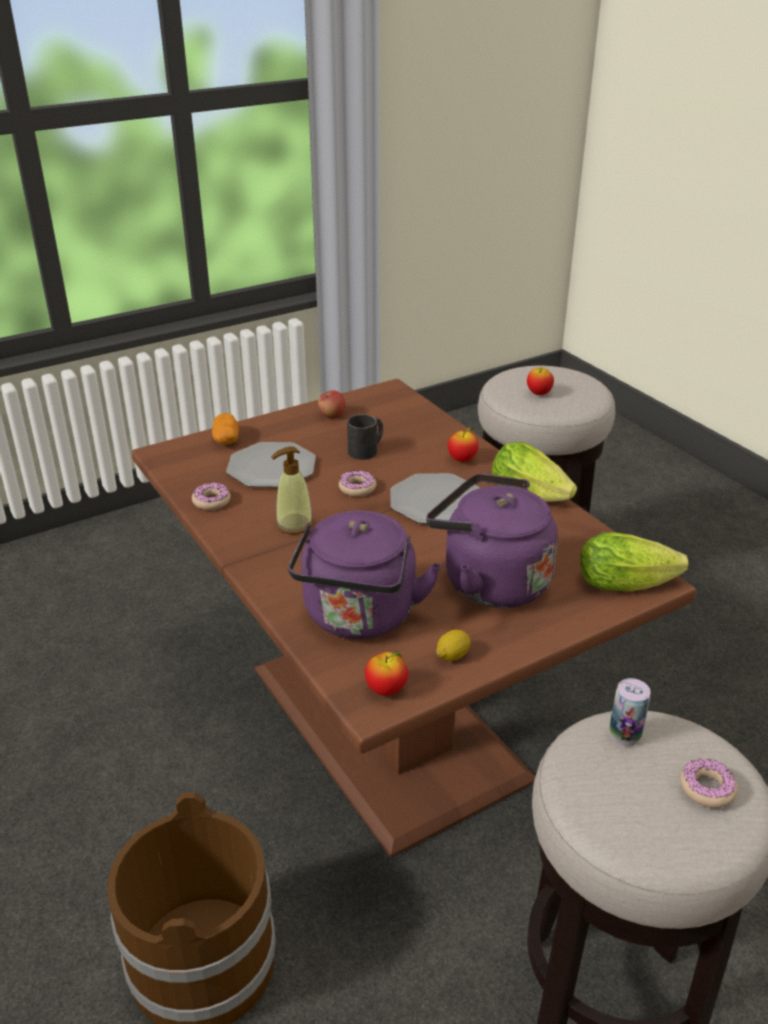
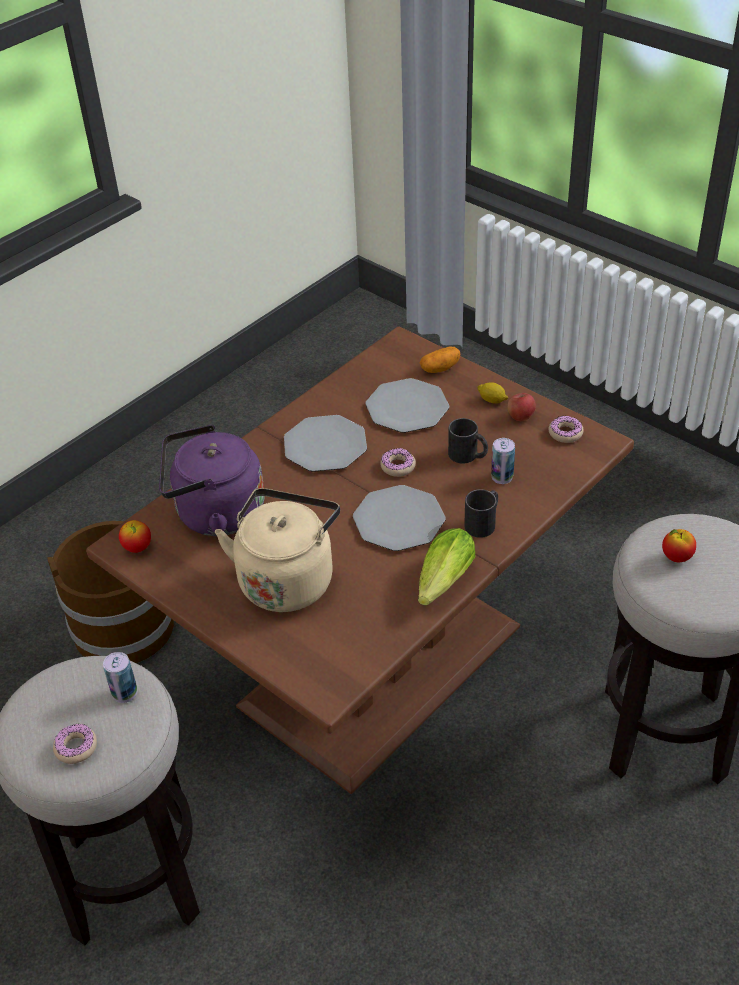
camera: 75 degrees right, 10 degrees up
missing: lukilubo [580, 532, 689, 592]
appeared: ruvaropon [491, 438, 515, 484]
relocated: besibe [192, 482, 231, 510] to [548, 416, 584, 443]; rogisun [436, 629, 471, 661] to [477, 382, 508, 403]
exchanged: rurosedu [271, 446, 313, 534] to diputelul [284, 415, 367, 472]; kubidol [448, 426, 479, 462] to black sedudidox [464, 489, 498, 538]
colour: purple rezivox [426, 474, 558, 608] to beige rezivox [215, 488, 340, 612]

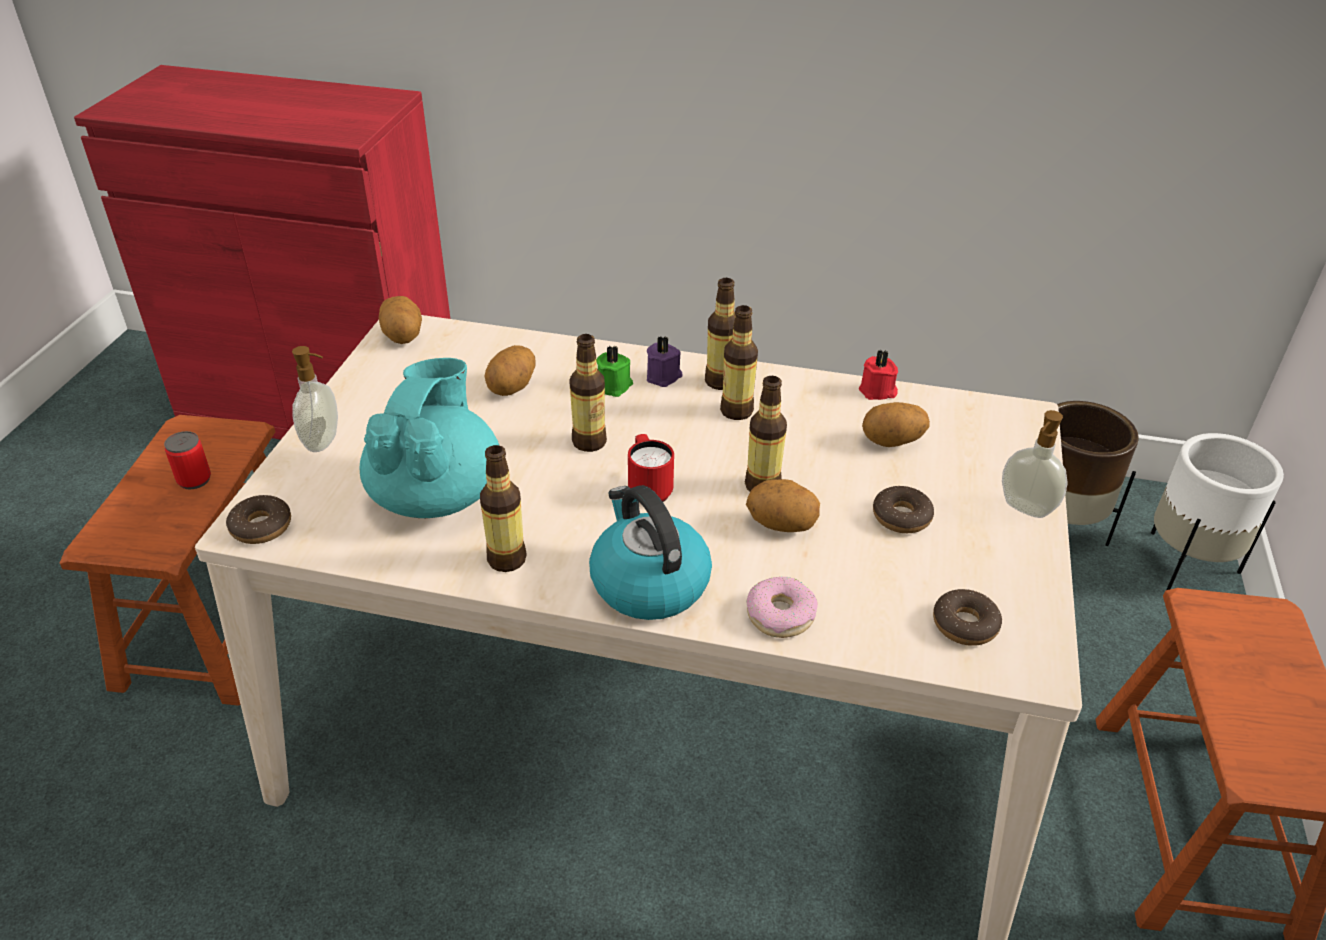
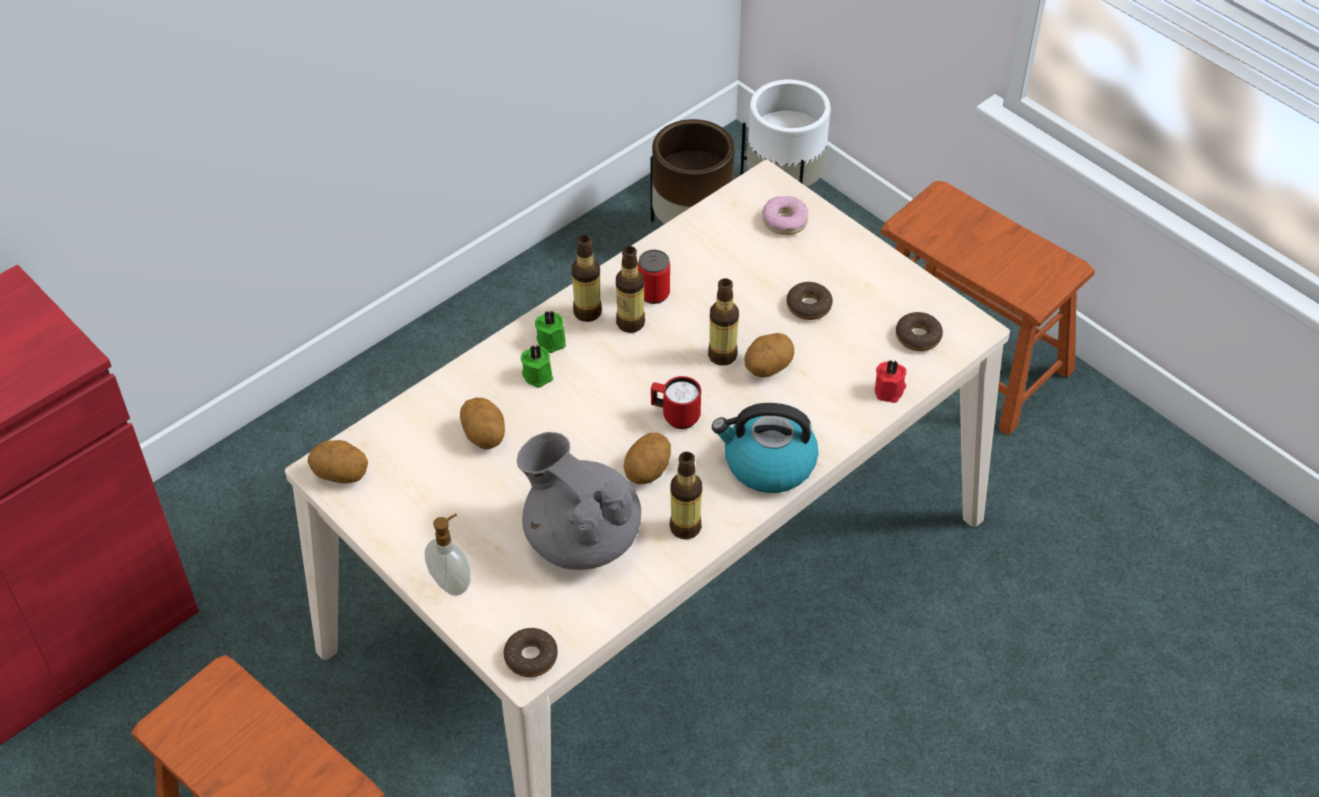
camera: 55 degrees left, 10 degrees up
missing: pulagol [569, 334, 607, 452]; rurosedu [1002, 410, 1068, 518]
relocated: ruvaropon [164, 431, 211, 489] to [638, 250, 670, 304]; besibe [746, 577, 818, 638] to [762, 196, 808, 235]; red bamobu [859, 350, 898, 400] to [875, 360, 906, 403]; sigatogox [862, 402, 930, 447] to [624, 433, 671, 484]
colour: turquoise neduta [360, 358, 499, 518] to grey neduta [517, 432, 641, 570]; purple bamobu [647, 336, 683, 387] to green bamobu [535, 311, 566, 353]

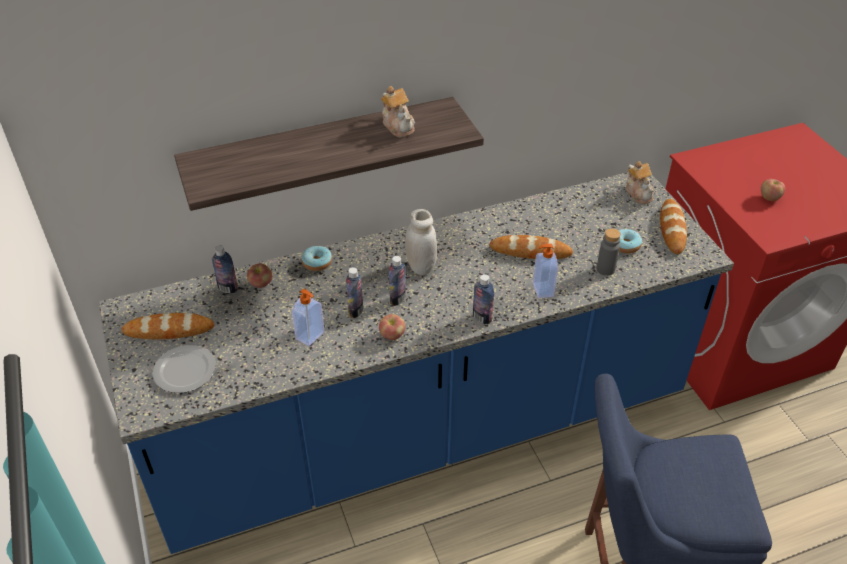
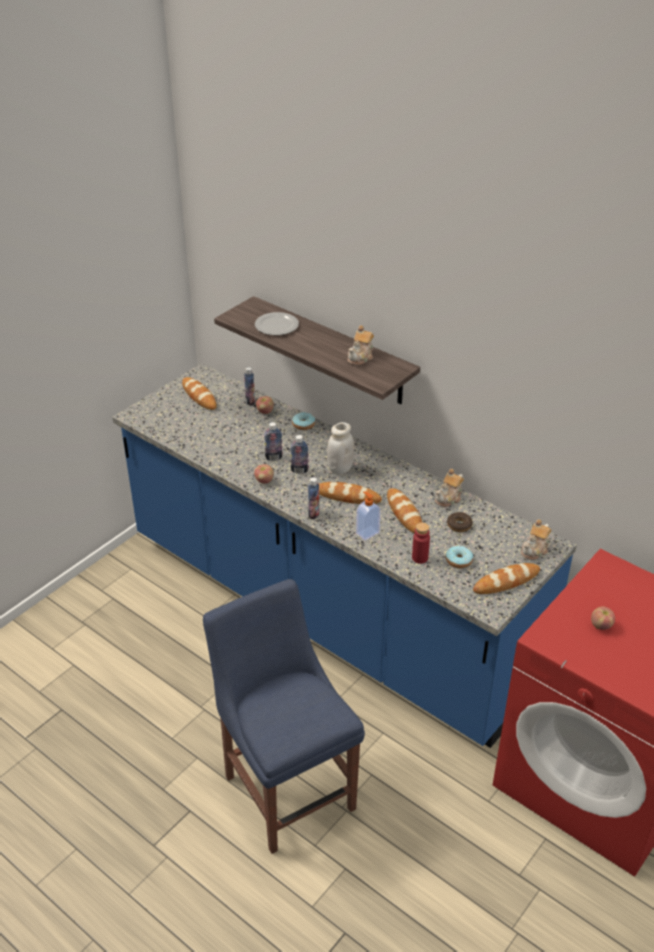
camera: 60 degrees right, 5 degrees down
missing: rurosedu [292, 289, 324, 346]
appeared: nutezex [319, 482, 382, 504]; neduta [435, 469, 464, 507]; besibe [447, 512, 473, 532]
relocated: diputelul [153, 345, 216, 393] to [255, 312, 299, 336]
colour: grey pulagol [596, 228, 621, 276] to red pulagol [412, 522, 430, 564]

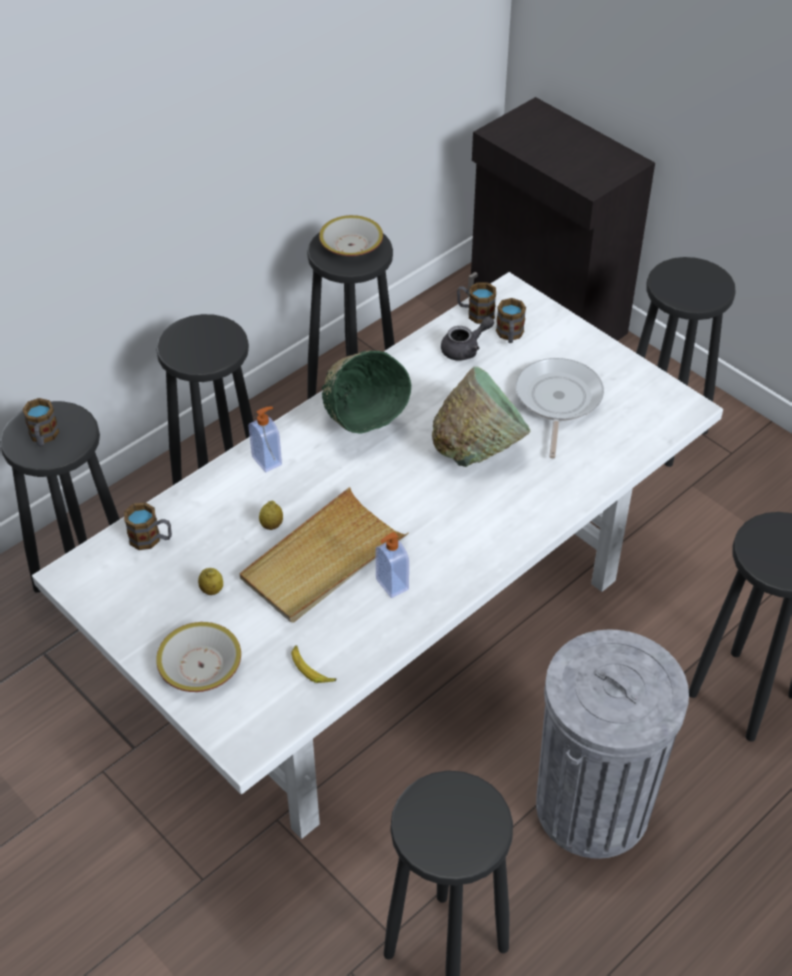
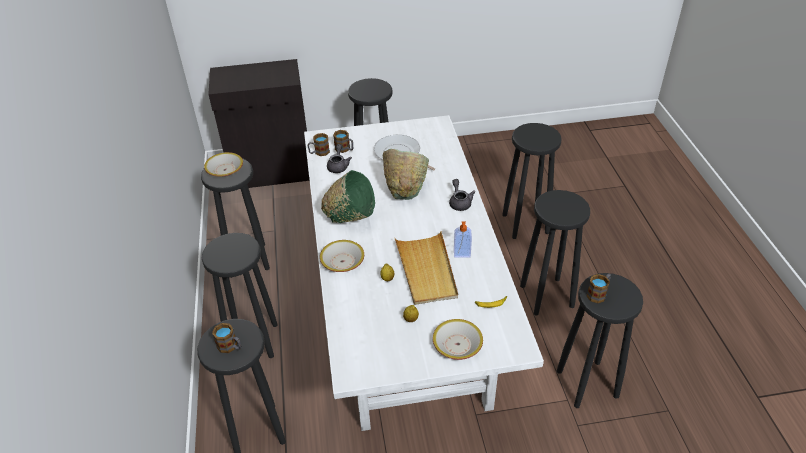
camera: 55 degrees left, 5 degrees down
appeared: grey neduta [449, 179, 476, 211]
relocated: sedudidox [124, 502, 172, 550] to [586, 274, 611, 303]
exchanged: rurosedu [249, 407, 282, 472] to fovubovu [320, 240, 364, 272]; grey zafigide [536, 629, 689, 859] to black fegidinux [520, 190, 590, 316]

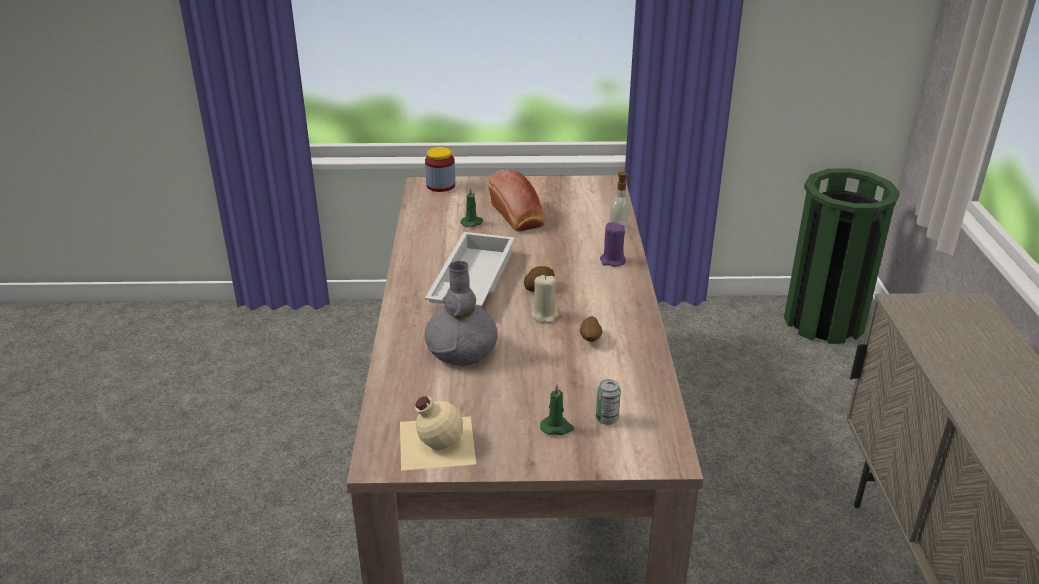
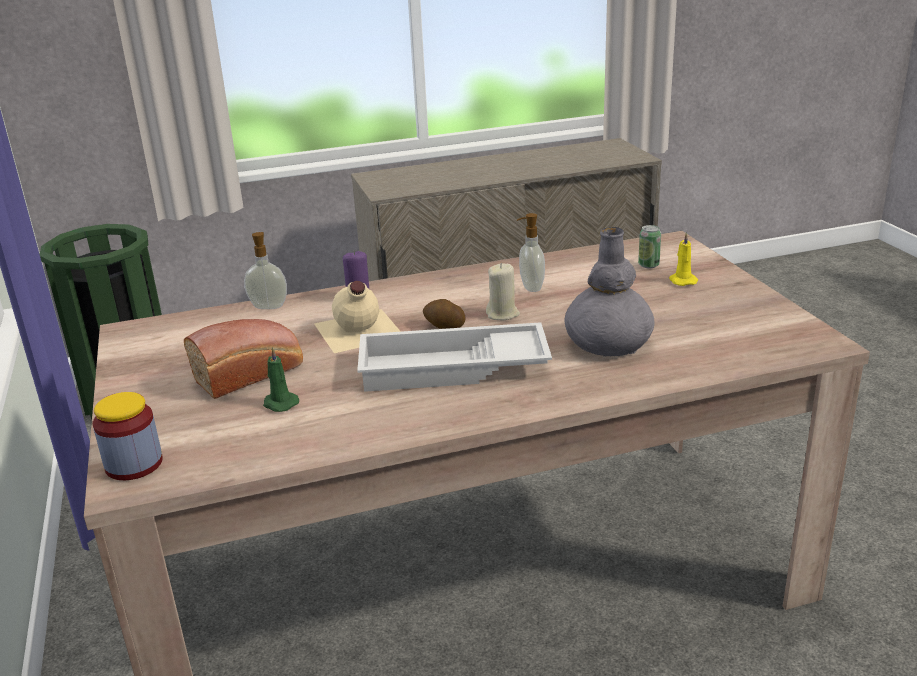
camera: 105 degrees left, 5 degrees down
relocated: beige pulagol [400, 396, 476, 471] to [314, 281, 401, 353]
exchanged: sigatogox [580, 316, 602, 342] to rurosedu [517, 213, 545, 292]
colour: green bamobu [540, 384, 574, 435] to yellow bamobu [669, 232, 698, 286]

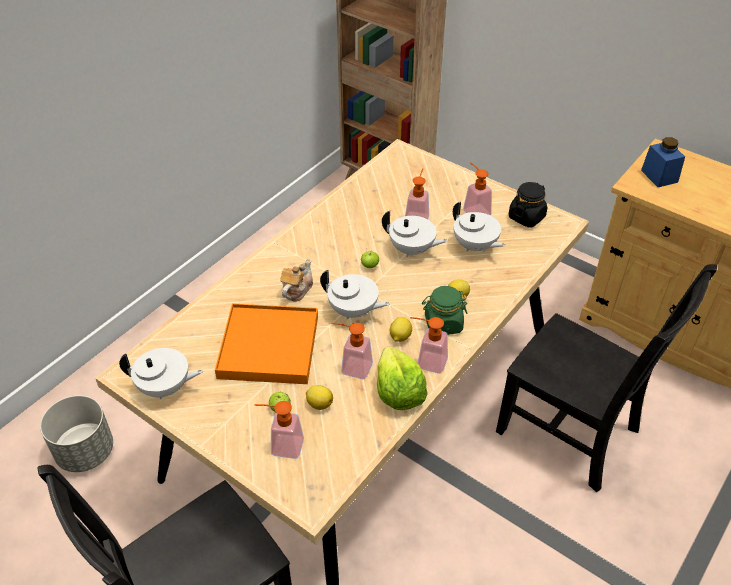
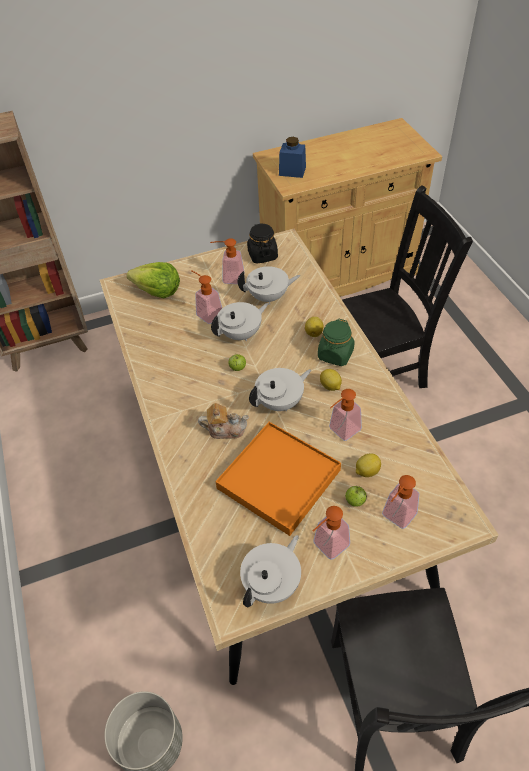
camera: 55 degrees left, 5 degrees up
relocated: lukilubo [377, 346, 428, 410] to [127, 262, 180, 298]; rurosedu [410, 317, 448, 374] to [313, 506, 350, 560]
spun: neduta [281, 259, 313, 302] = [198, 403, 249, 439] 120 degrees clockwise

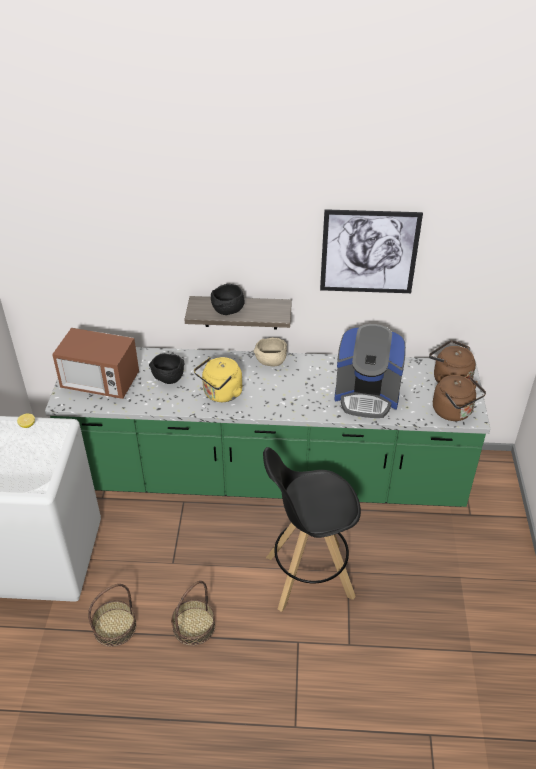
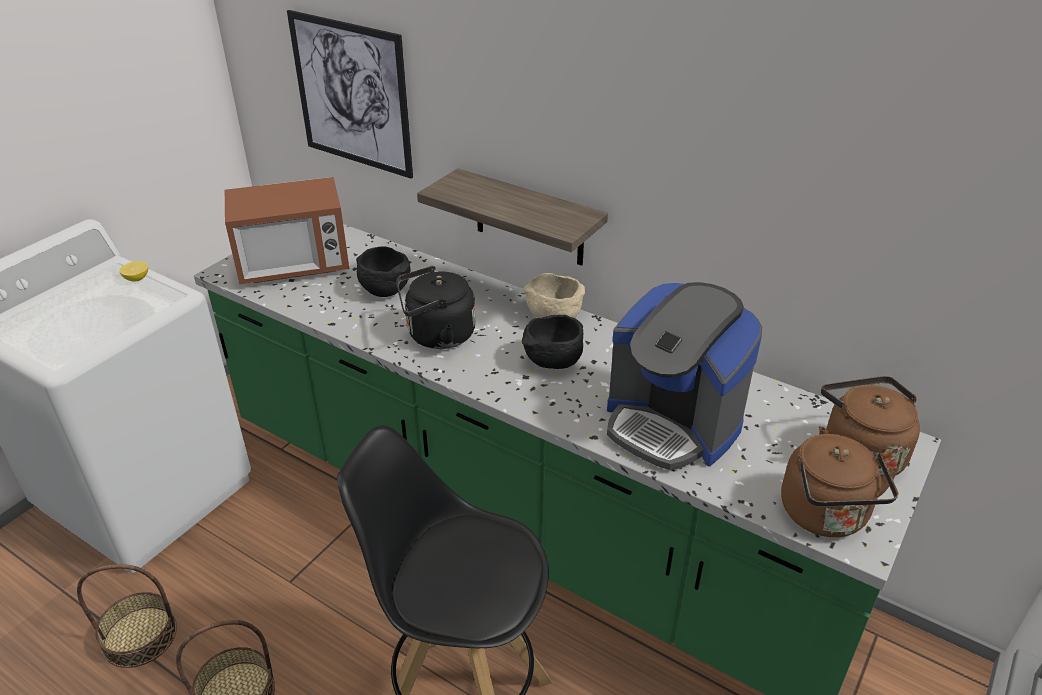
camera: 30 degrees right, 5 degrees down
relocated: black fovubovu [211, 284, 245, 315] to [522, 315, 583, 369]; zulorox [320, 209, 423, 293] to [287, 10, 413, 179]
colour: yellow rezivox [194, 357, 243, 402] to black rezivox [396, 266, 476, 349]
spun: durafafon [52, 328, 139, 399] = [225, 177, 349, 284] 60 degrees counterclockwise

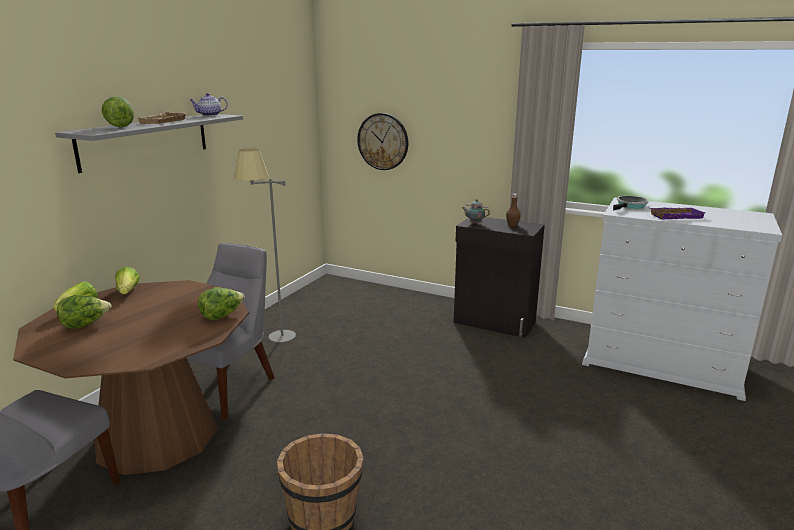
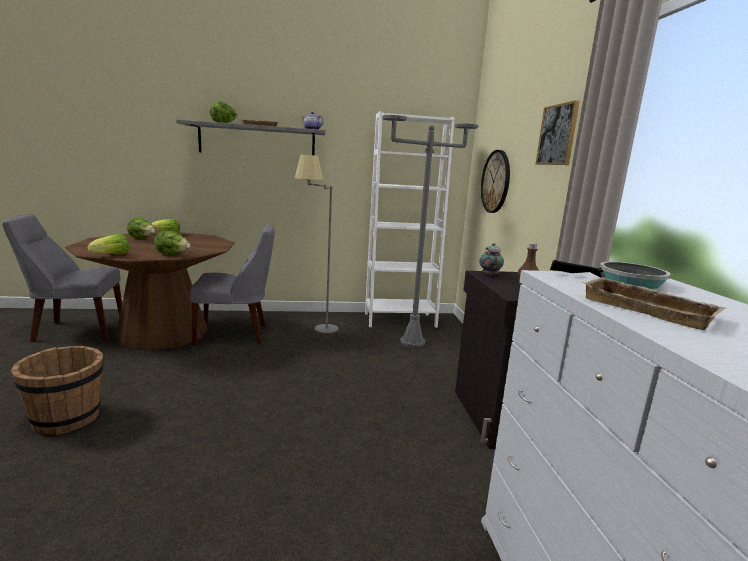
camera: 55 degrees right, 5 degrees down
appeared: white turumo [365, 111, 455, 328]; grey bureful [382, 115, 479, 347]; zulorox [536, 100, 580, 165]
relocated: lukilubo [115, 267, 140, 294] to [87, 234, 129, 254]
colour: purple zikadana [650, 208, 705, 219] to beige zikadana [581, 277, 726, 330]

